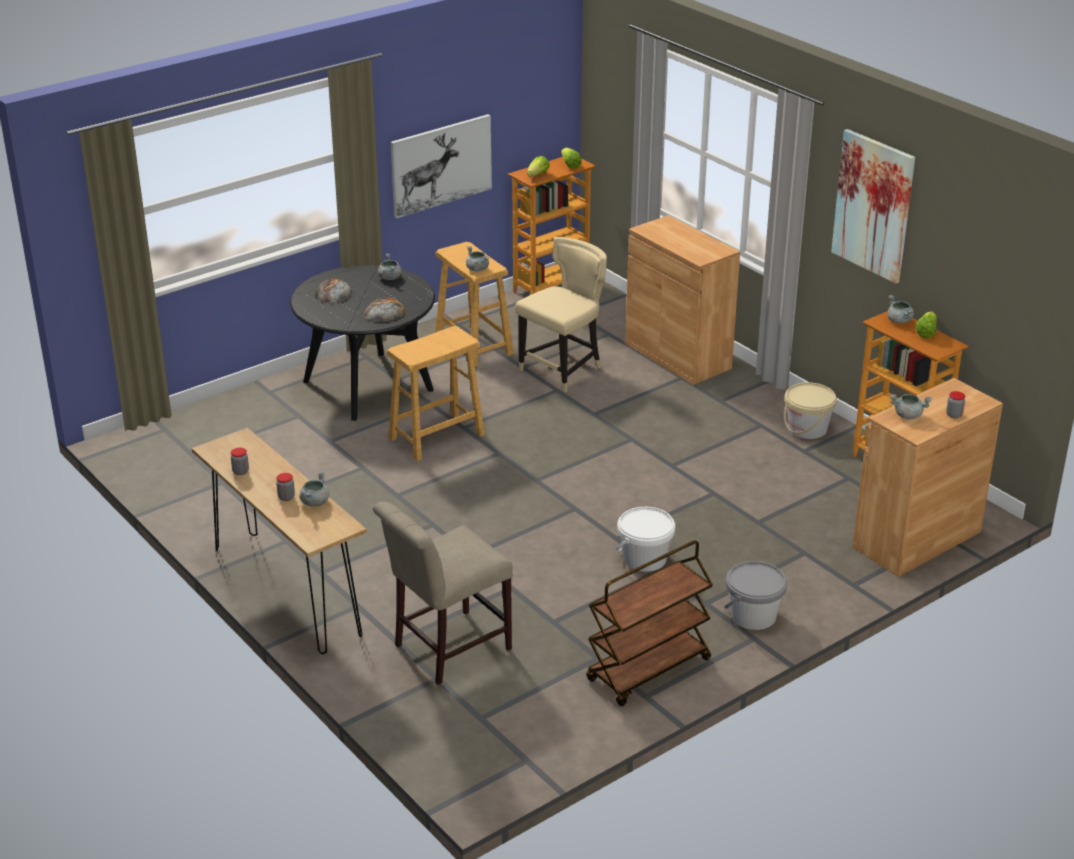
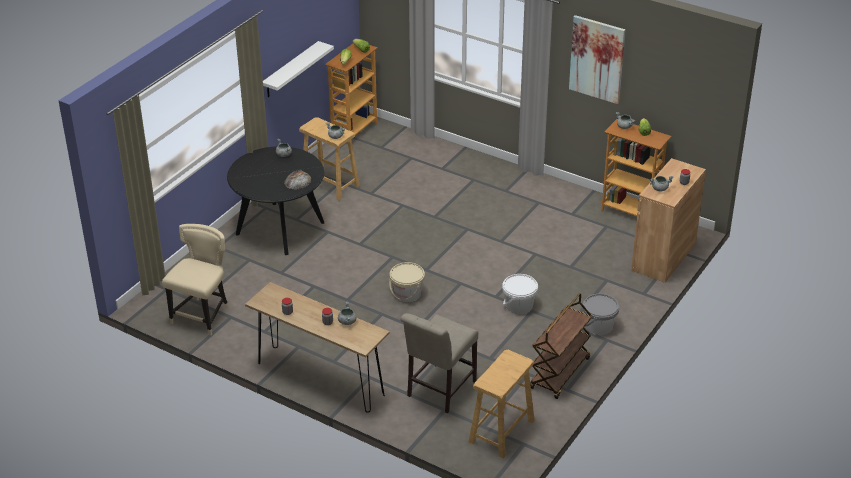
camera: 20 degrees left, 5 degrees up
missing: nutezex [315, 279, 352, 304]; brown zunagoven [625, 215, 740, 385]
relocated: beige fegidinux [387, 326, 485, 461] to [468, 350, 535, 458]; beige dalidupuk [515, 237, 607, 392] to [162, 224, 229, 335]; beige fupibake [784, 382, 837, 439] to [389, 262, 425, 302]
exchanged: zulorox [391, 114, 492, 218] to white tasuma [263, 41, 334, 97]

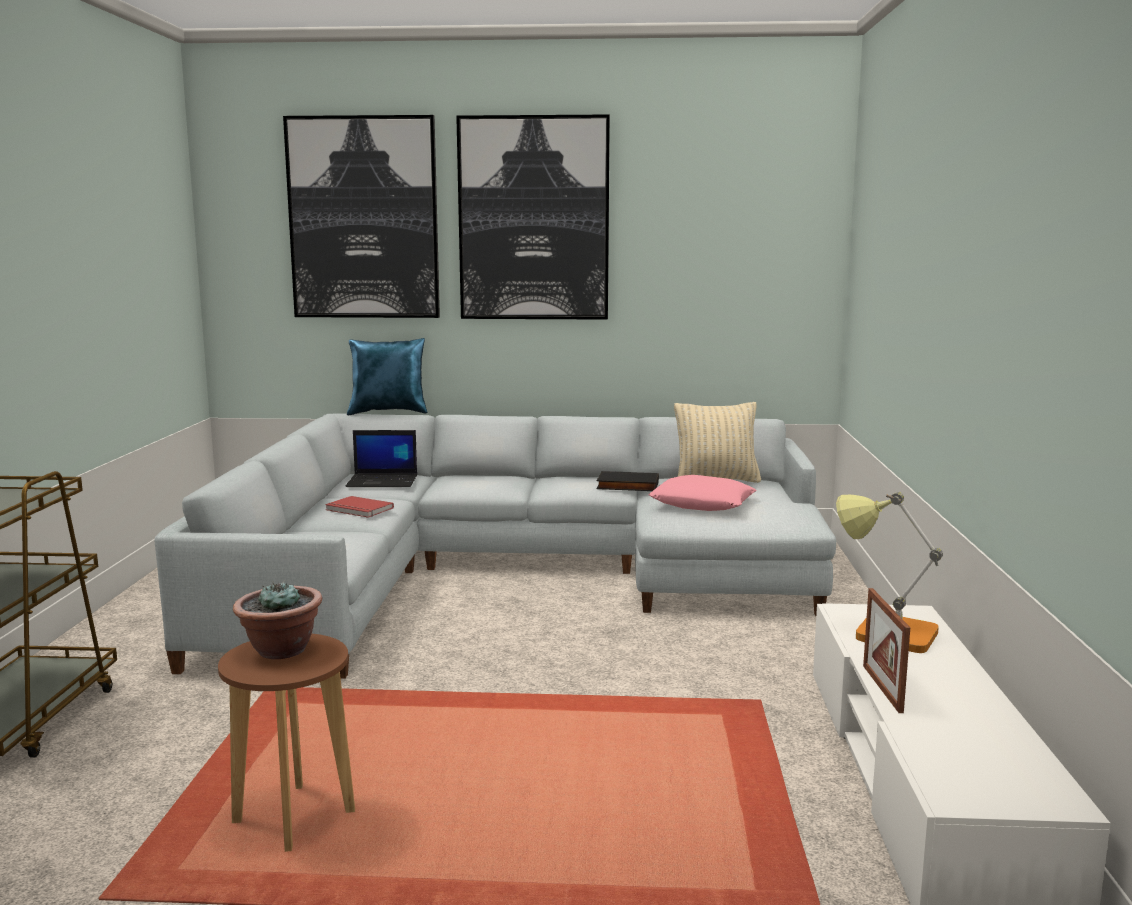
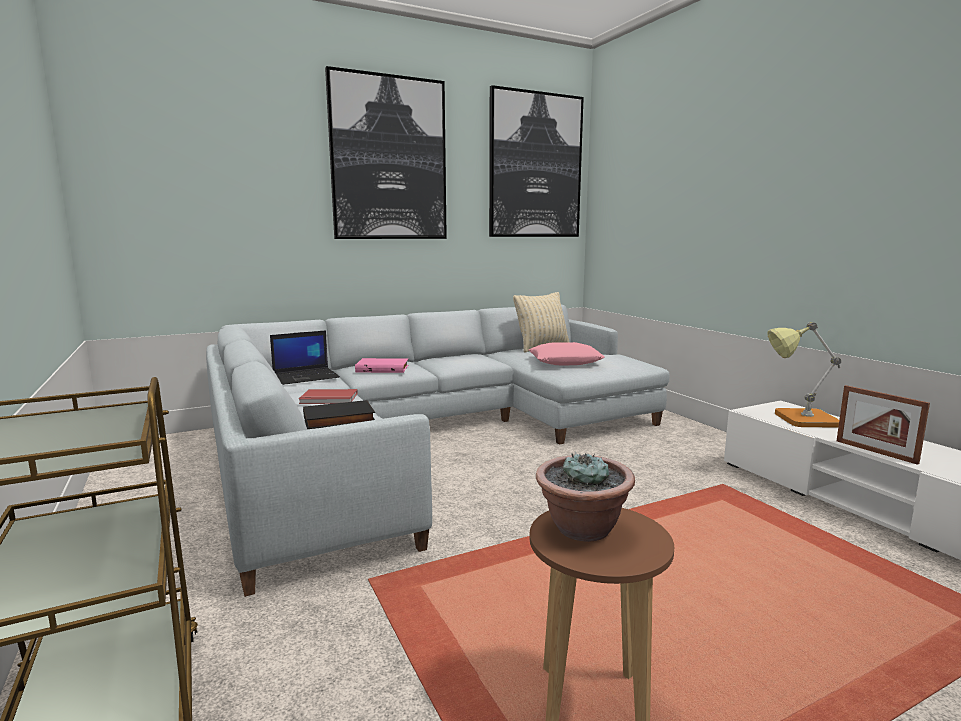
camera: 30 degrees left, 0 degrees up
missing: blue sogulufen [347, 338, 428, 415]
appeared: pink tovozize [355, 358, 408, 373]
relocated: zulorox [283, 115, 440, 318] to [489, 85, 584, 237]; black tovozize [597, 471, 659, 491] to [303, 400, 375, 429]

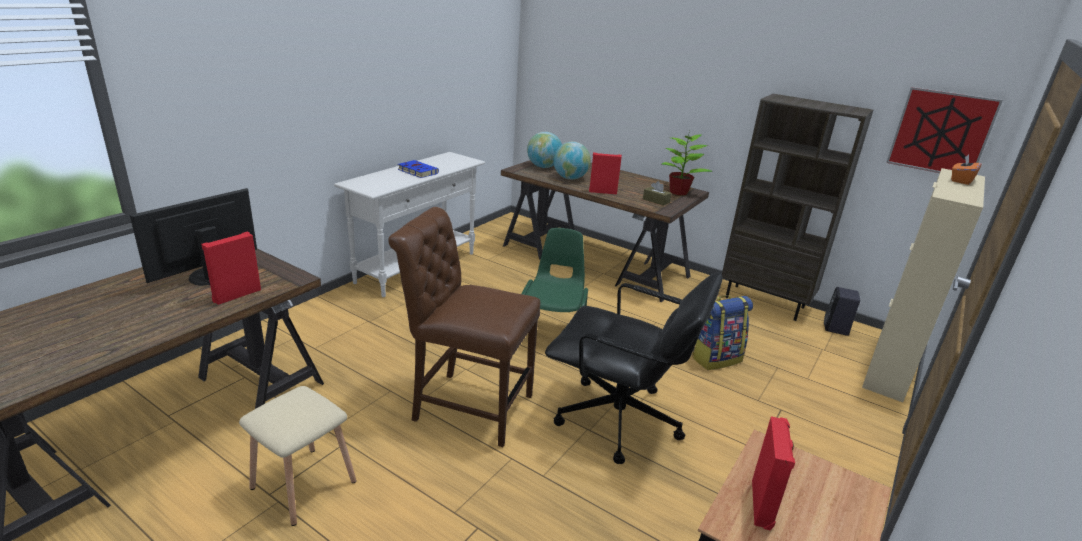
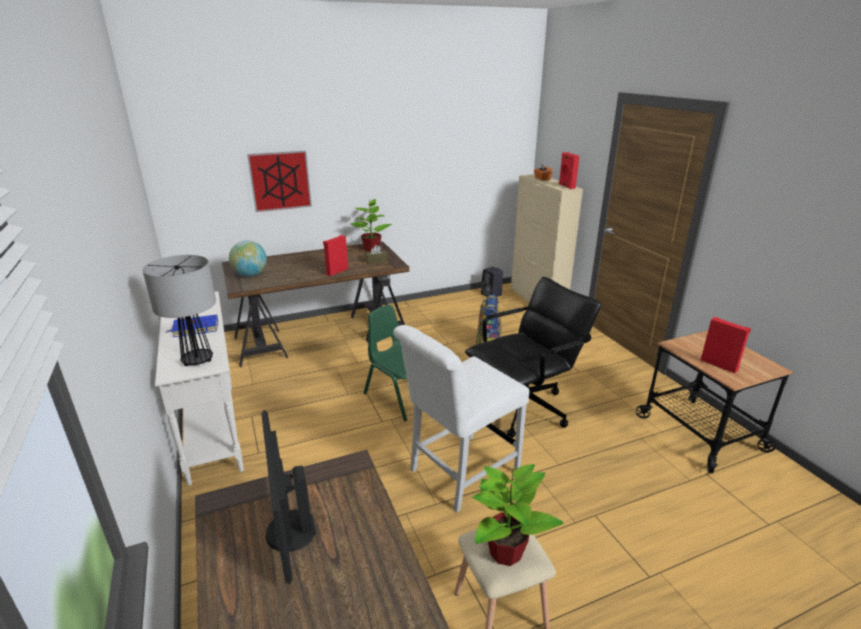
camera: 55 degrees left, 0 degrees up
missing: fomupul [553, 142, 591, 179]; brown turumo [722, 94, 873, 321]
appeared: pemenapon [142, 255, 216, 366]; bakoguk [472, 464, 563, 566]
relocated: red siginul [201, 232, 261, 305] to [559, 152, 579, 189]; zulorox [886, 87, 1003, 173] to [247, 151, 312, 212]
colour: brown dalidupuk [388, 207, 540, 447] to white dalidupuk [393, 325, 529, 513]

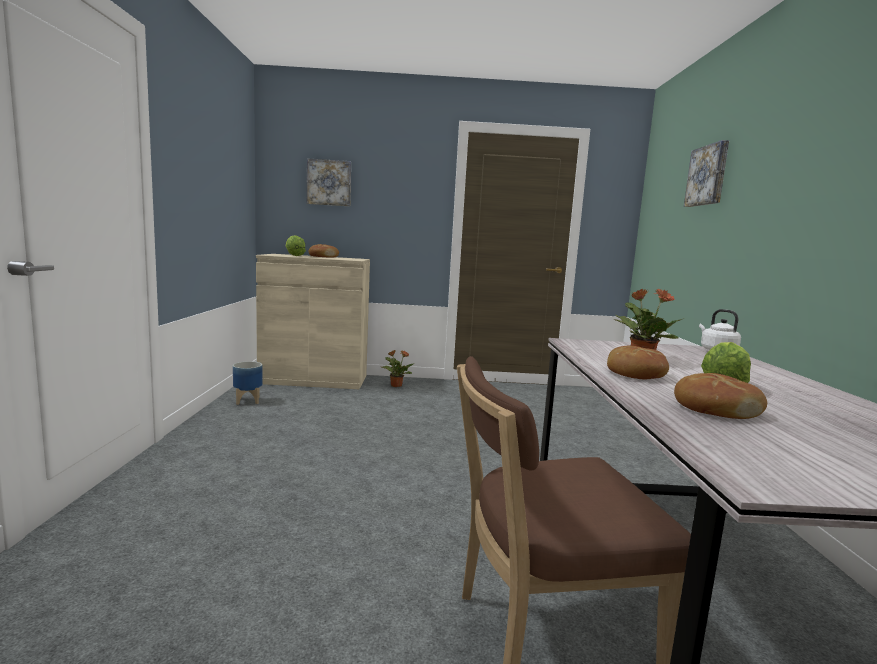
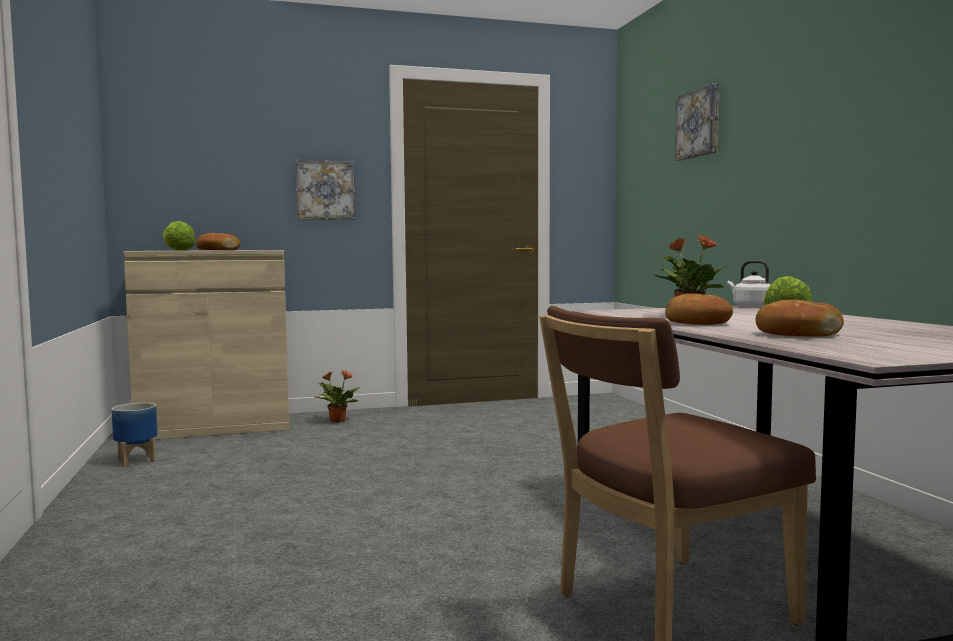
camera: 15 degrees left, 5 degrees down
relocated: zulorox [307, 158, 351, 206] to [295, 160, 355, 220]

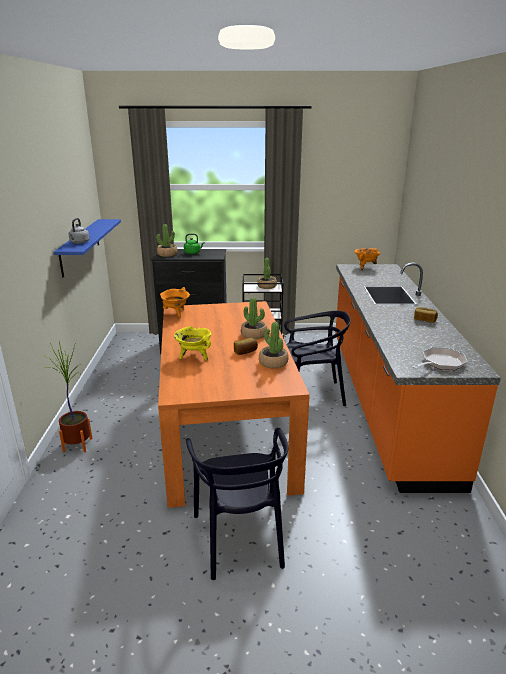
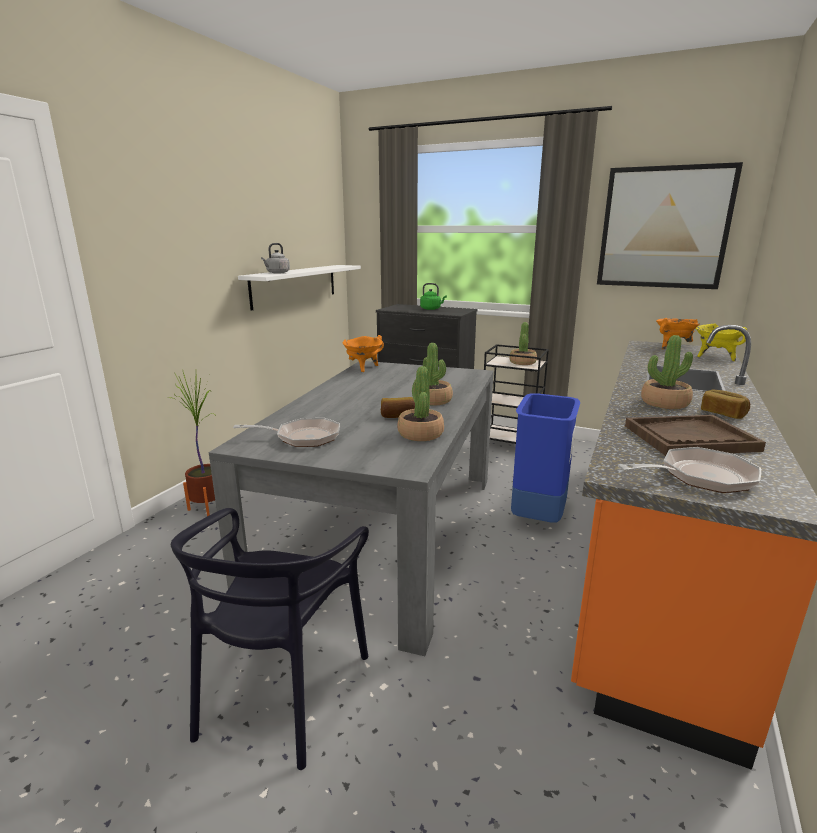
camera: 25 degrees right, 5 degrees down
appeared: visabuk [233, 418, 340, 447]; zulorox [597, 162, 743, 289]; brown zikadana [625, 415, 766, 456]
relocated: bakoguk [156, 224, 178, 257] to [641, 335, 693, 409]; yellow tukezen [174, 326, 211, 361] to [696, 323, 747, 361]
exchanged: black dalidupuk [284, 311, 351, 406] to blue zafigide [511, 393, 580, 523]
colour: blue tasuma [54, 219, 121, 277] to white tasuma [238, 265, 361, 311]; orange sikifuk [158, 301, 310, 508] to grey sikifuk [209, 361, 494, 656]

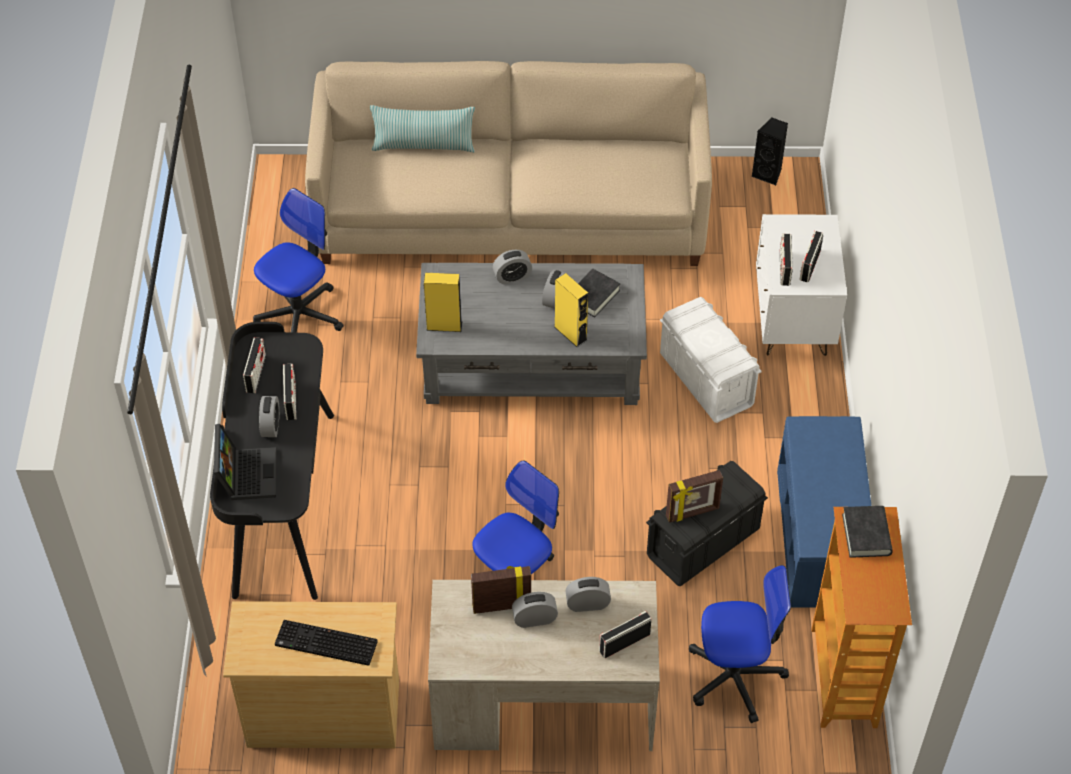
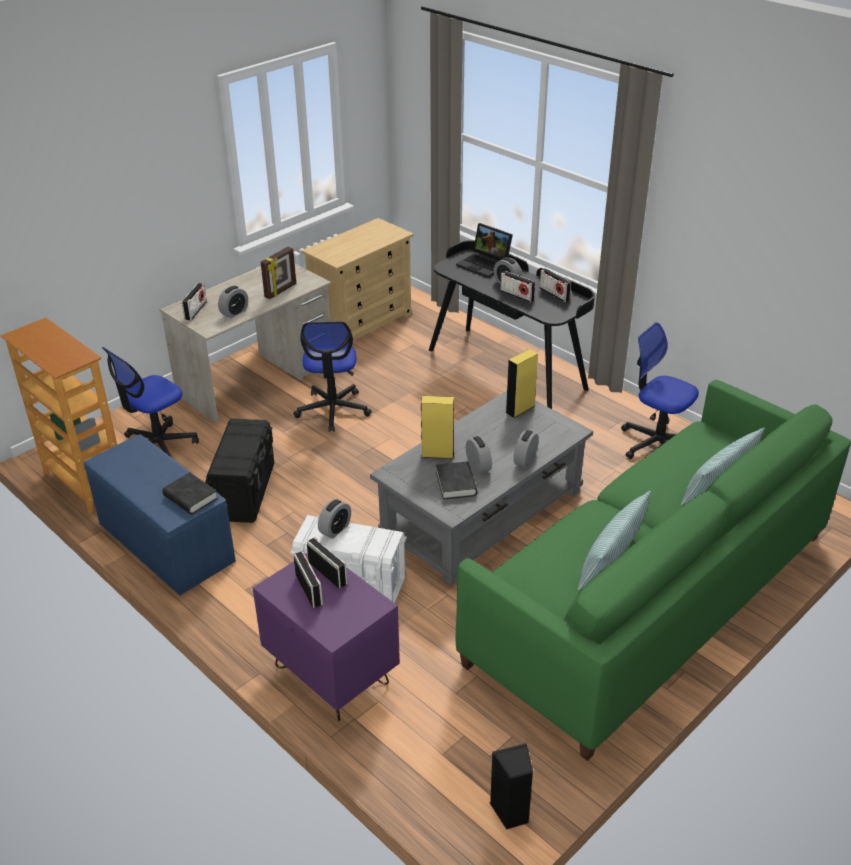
camera: 135 degrees right, 15 degrees down
missing: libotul [275, 620, 378, 666]; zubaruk [666, 470, 723, 523]
appeared: sogulufen [578, 491, 651, 590]
relocated: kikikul [512, 592, 558, 628] to [318, 499, 351, 539]; black tovozize [842, 506, 893, 558] to [162, 472, 218, 515]
colour: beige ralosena [305, 61, 712, 266] to green ralosena [456, 380, 851, 761]; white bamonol [756, 214, 847, 356] to purple bamonol [253, 553, 400, 721]
spun: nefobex [253, 188, 344, 333] = [621, 322, 699, 459] 135 degrees clockwise

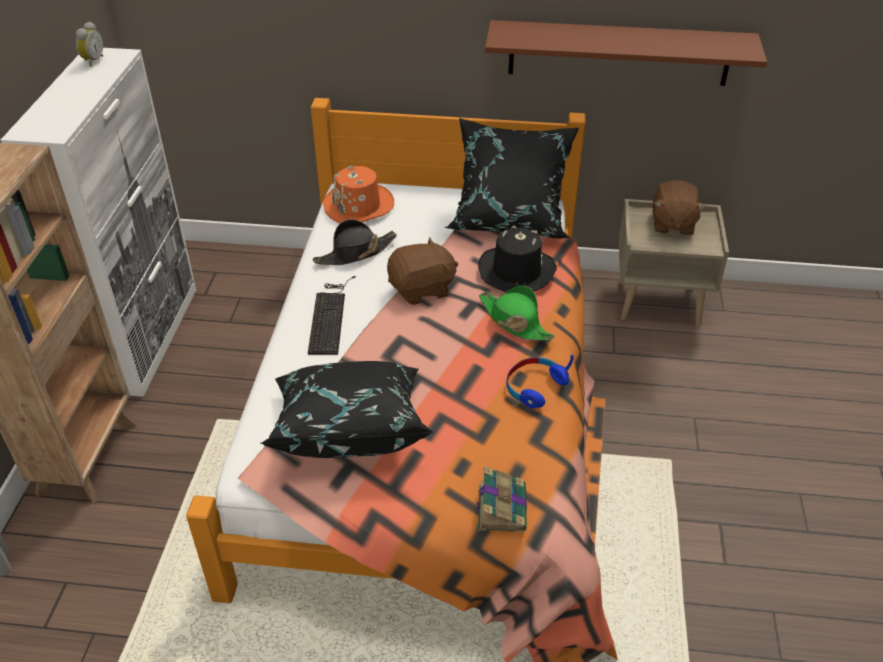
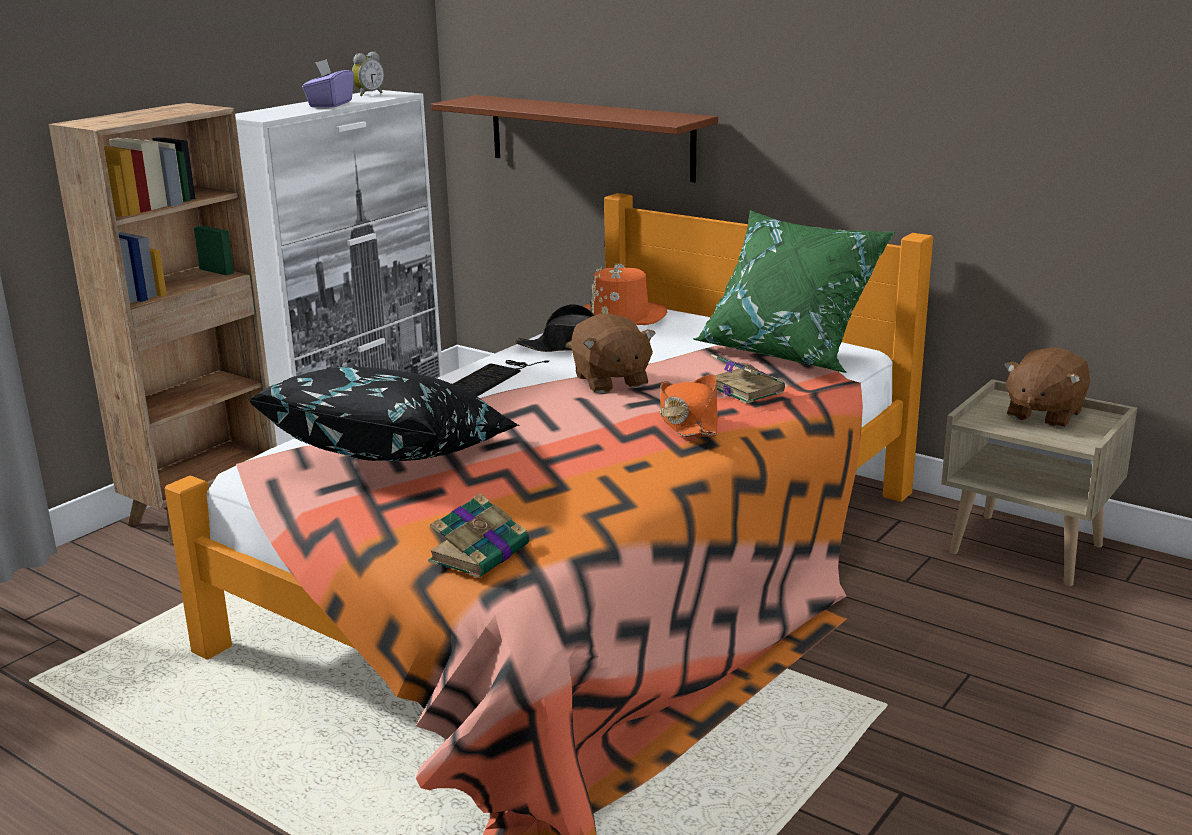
camera: 30 degrees right, 20 degrees down
missing: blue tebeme [506, 355, 574, 409]
appeared: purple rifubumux [302, 59, 354, 107]
relocated: brown tasuma [485, 20, 767, 86] to [431, 95, 718, 183]
exchanged: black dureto [478, 226, 557, 292] to tovozize [711, 354, 785, 404]
colour: black sogulufen [445, 118, 579, 238] to green sogulufen [693, 210, 895, 373]; green dureto [479, 286, 555, 341] to orange dureto [660, 374, 718, 437]
spun: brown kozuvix [387, 237, 458, 305] = [571, 313, 656, 393] 60 degrees clockwise

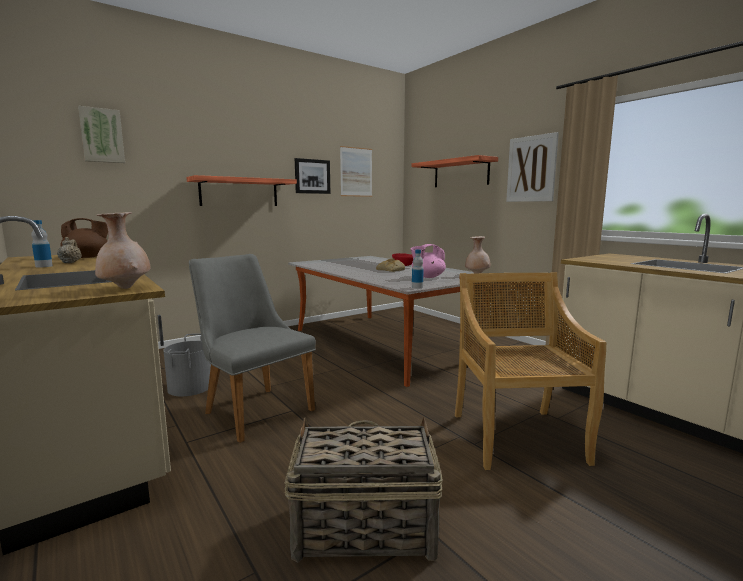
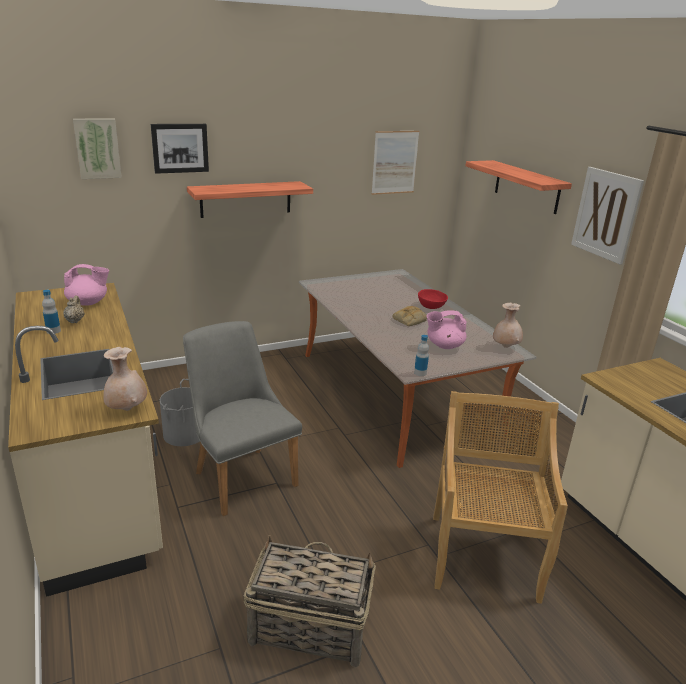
camera: 10 degrees right, 15 degrees up
relocated: zulorox [295, 158, 330, 194] to [151, 124, 209, 174]
colour: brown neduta [61, 218, 108, 258] to pink neduta [64, 264, 109, 306]

